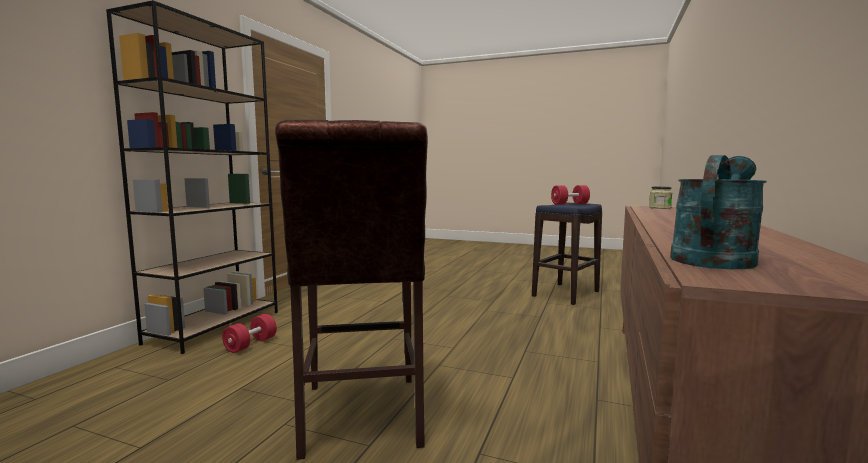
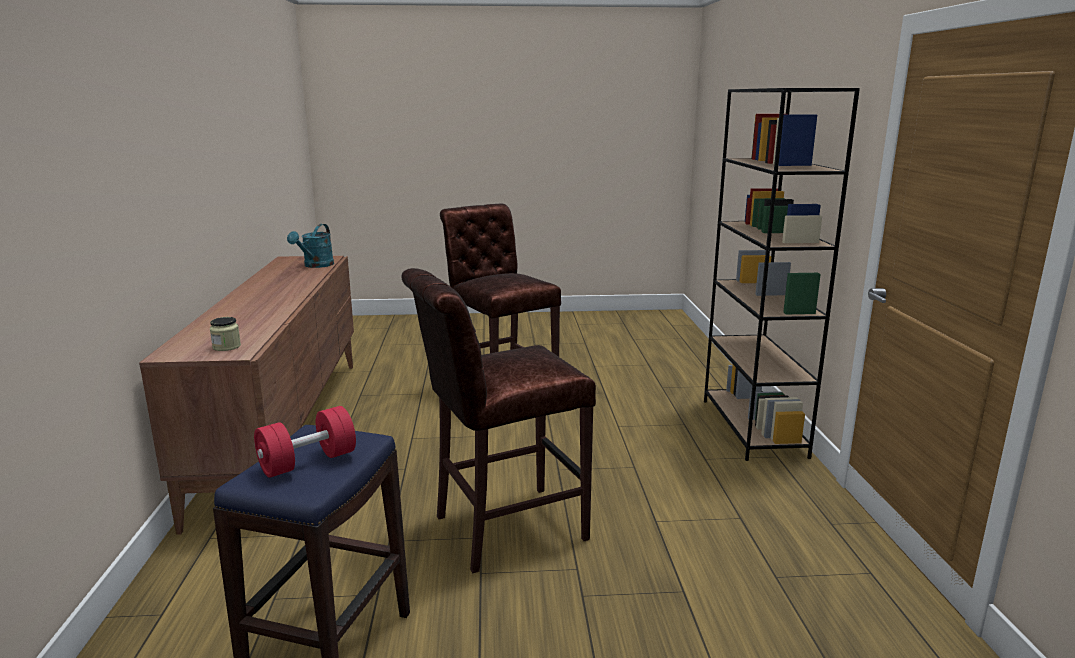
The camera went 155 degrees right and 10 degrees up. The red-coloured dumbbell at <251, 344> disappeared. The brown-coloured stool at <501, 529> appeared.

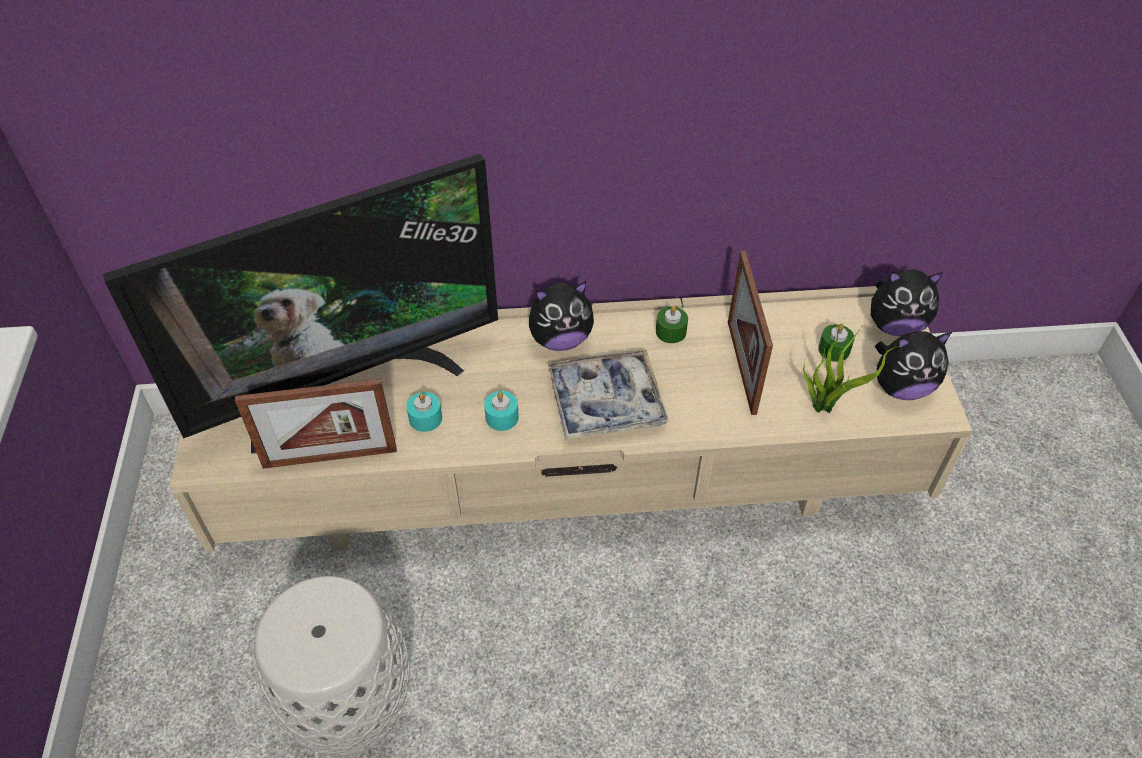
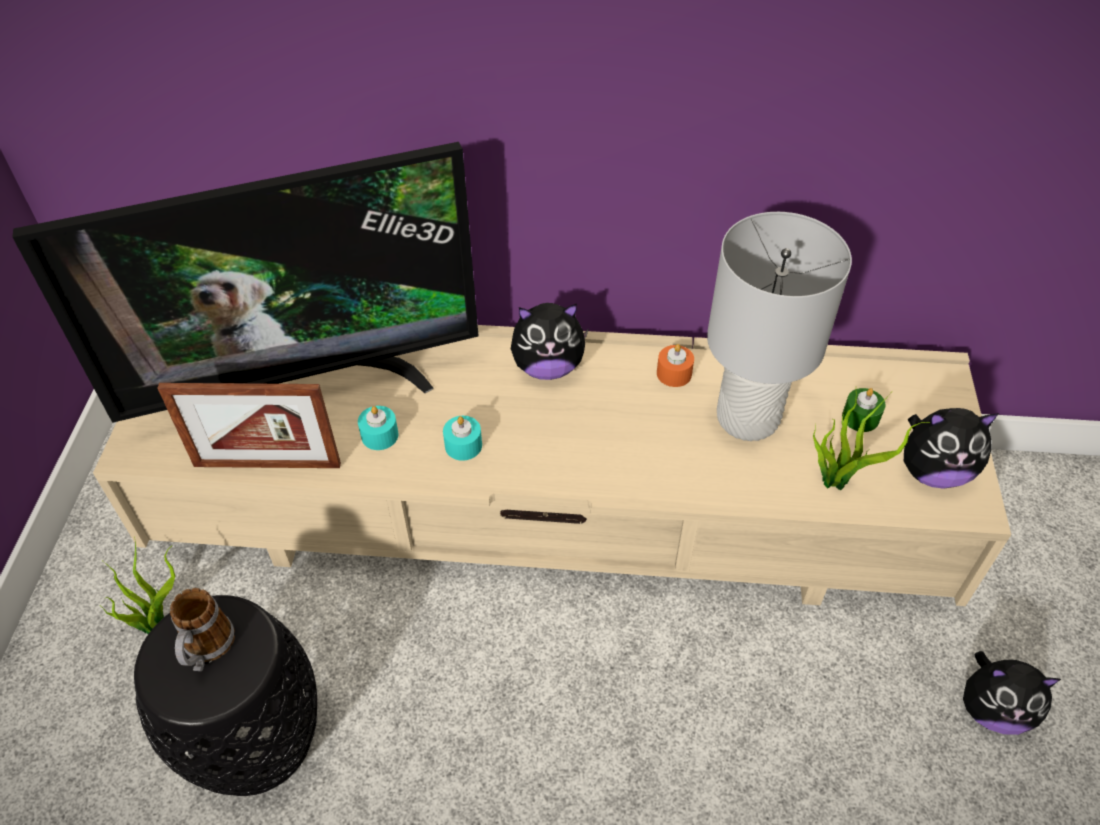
The camera went 10 degrees right and 0 degrees up. The standing frame at <741, 366> was replaced by the gray tabletop lamp at <747, 423>. The soft toy moved from <895, 325> to <992, 710>. The greenish wax candle at <670, 331> became the orange-coloured wax candle at <674, 373>. The serving tray at <606, 402> disappeared. The white-coloured stool at <349, 704> became the blackish stool at <254, 738>. The plant in a pot at <157, 622> appeared. The coffee mug at <207, 650> appeared.

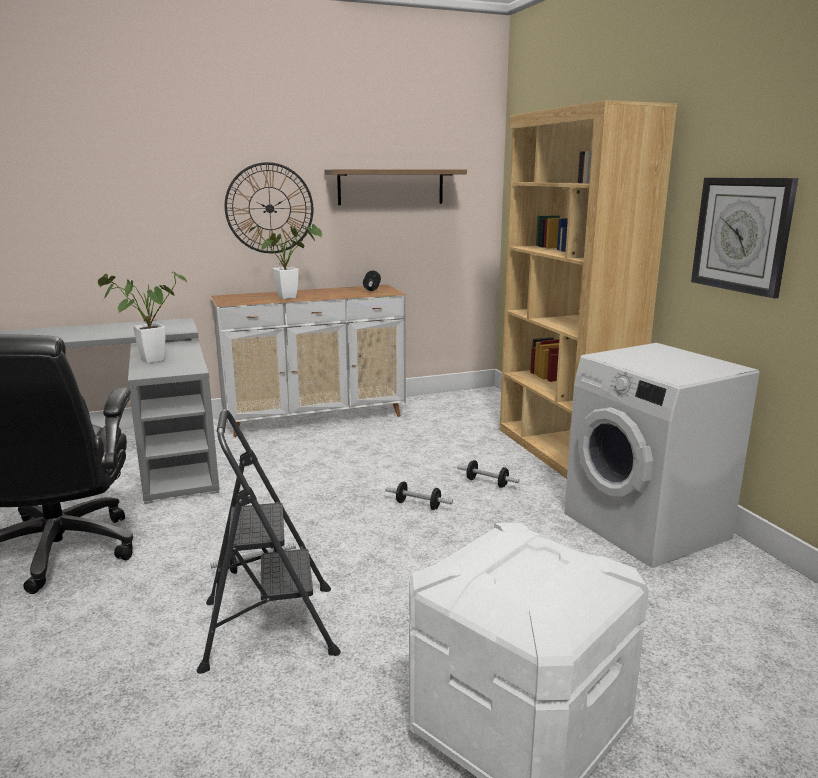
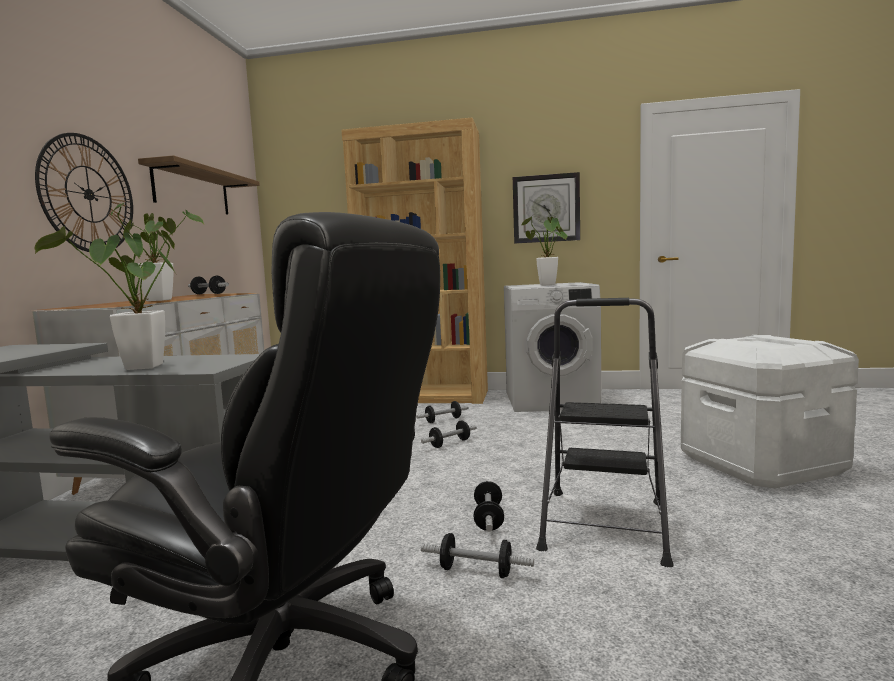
The camera went 60 degrees left and 10 degrees down. The plant in a pot at <548, 285> appeared. The dumbbell at <476, 571> appeared.

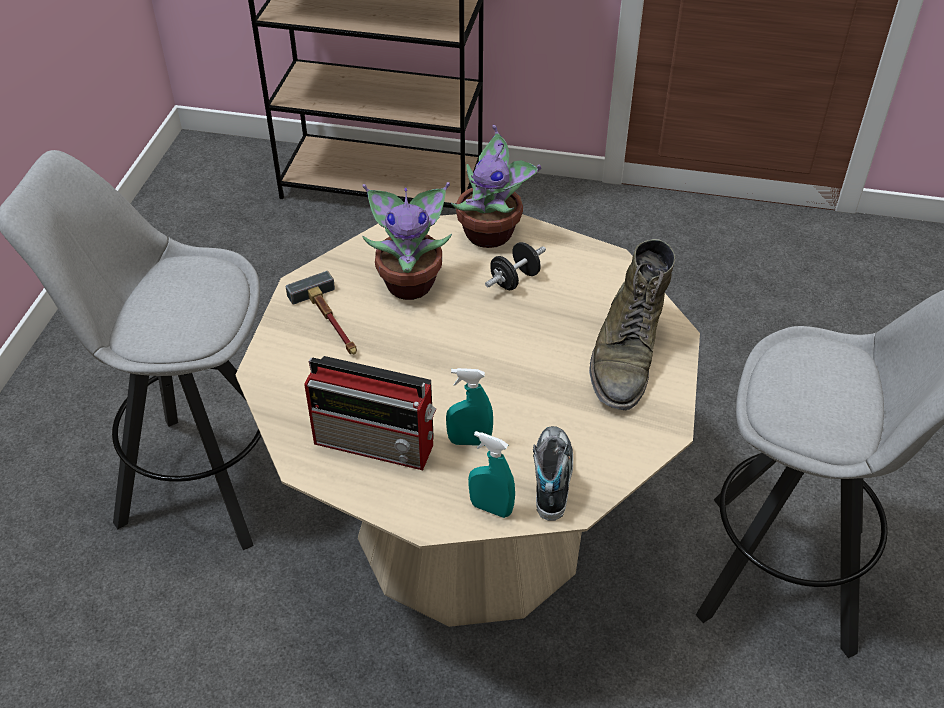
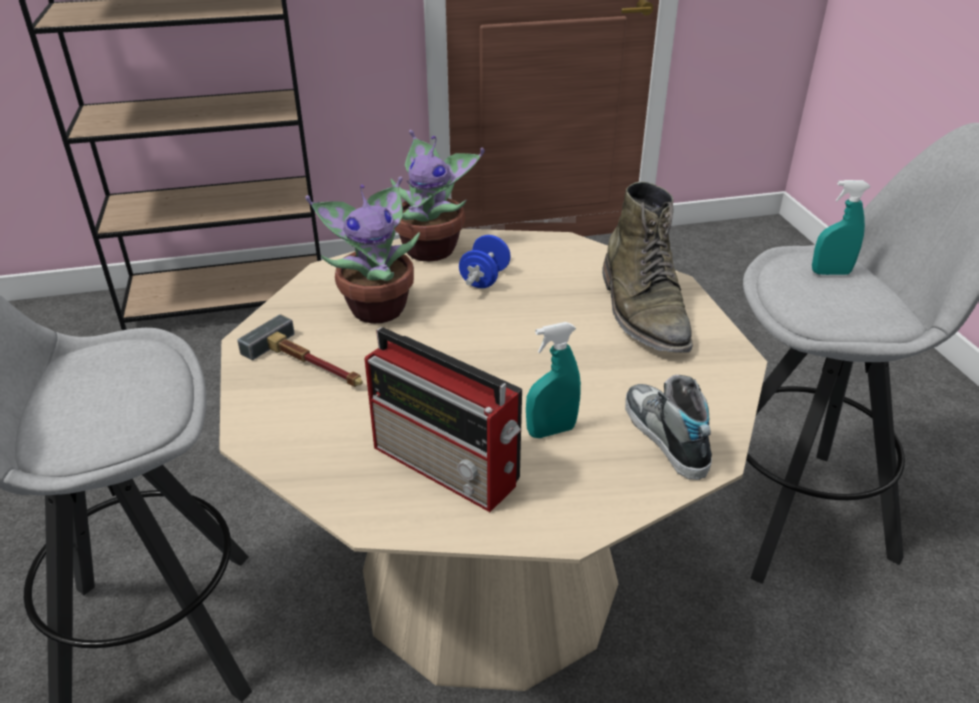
The camera went 25 degrees left and 10 degrees down. The blackish dumbbell at <514, 280> became the bluish dumbbell at <485, 279>. The radio set at <377, 444> turned 45 degrees clockwise. The turquoise-coloured hand sprayer moved from <491, 508> to <830, 273>.

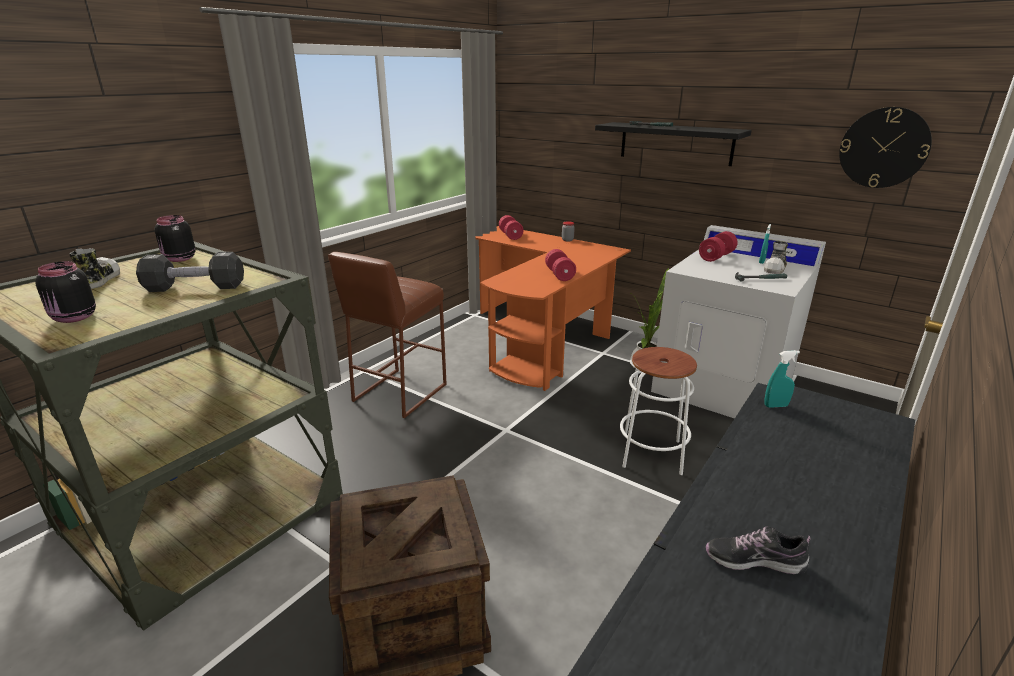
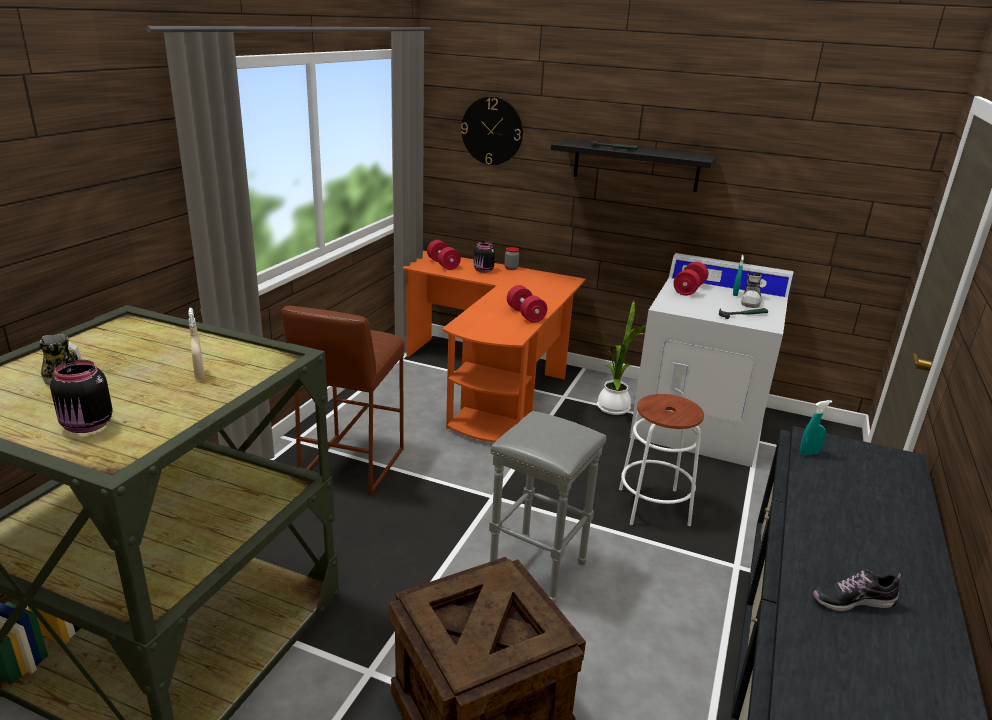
The camera went 15 degrees left and 0 degrees up. The clock on the wall moved from <883, 148> to <492, 131>. The blackish jar moved from <179, 259> to <483, 270>. The blackish dumbbell at <195, 287> was replaced by the beige-coloured hand sprayer at <199, 374>. The gray stool at <540, 568> appeared.

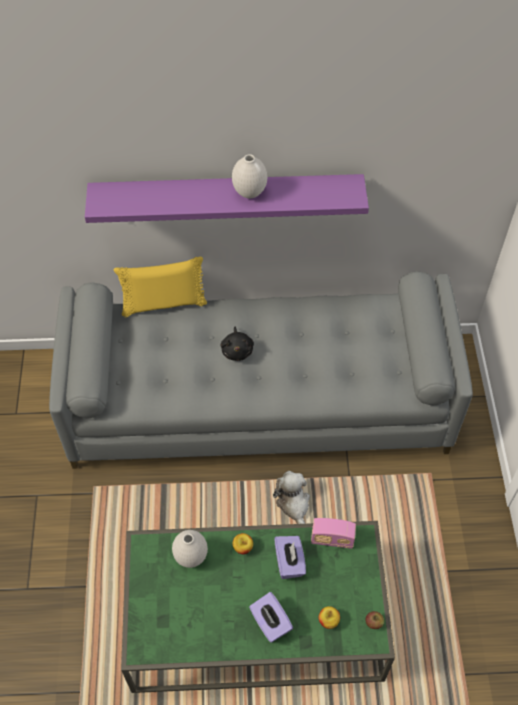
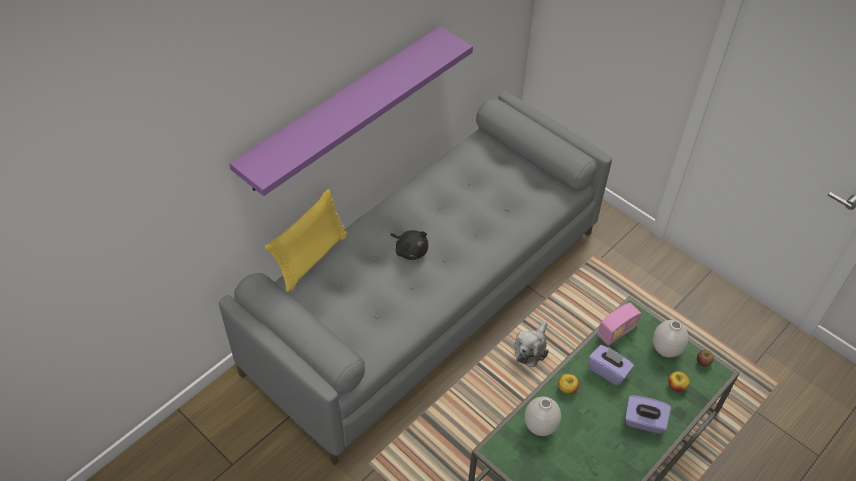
The camera went 45 degrees left and 5 degrees down. The white-coloured flower vase moved from <250, 193> to <666, 350>. The soft toy at <293, 504> turned 90 degrees counterclockwise.

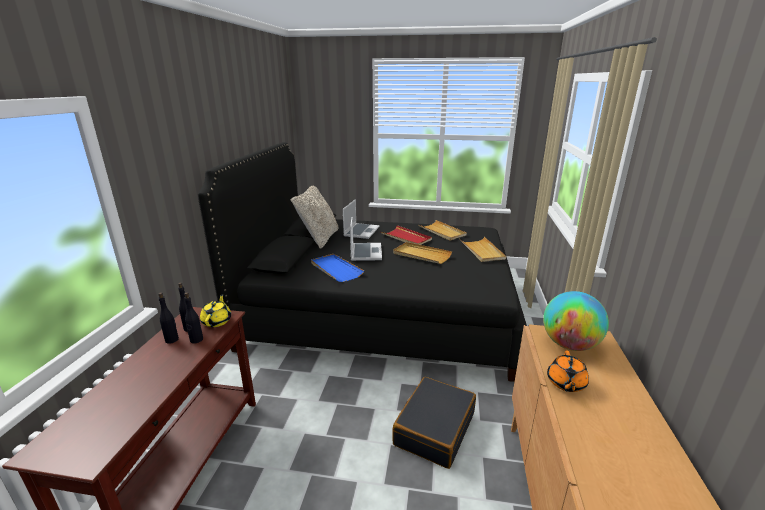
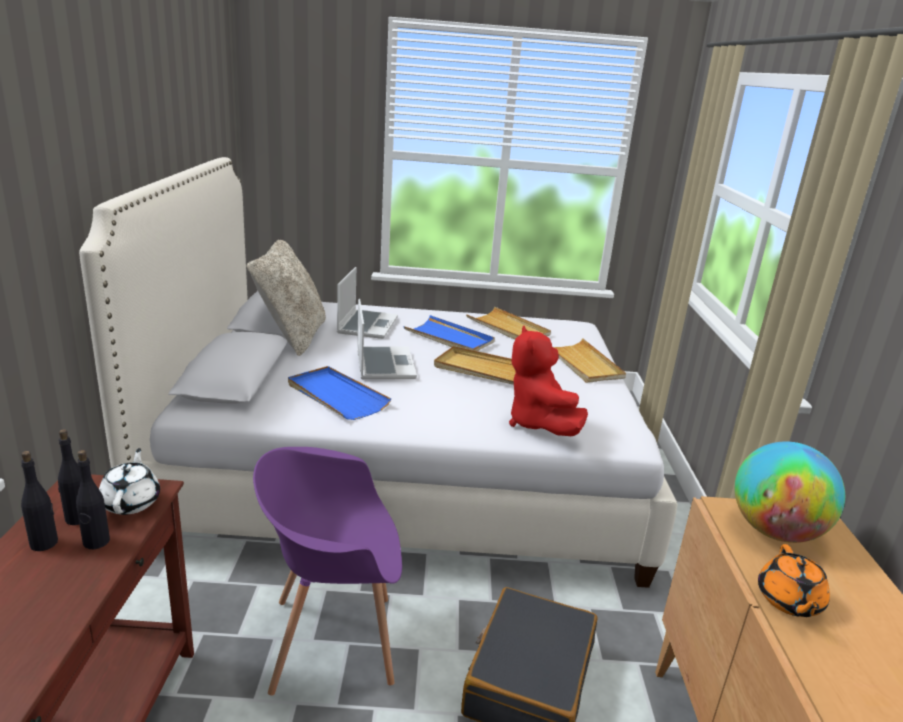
The camera went 10 degrees left and 0 degrees up. The blackish bed at <381, 312> became the white-coloured bed at <403, 470>. The red-coloured serving tray at <406, 238> became the bluish serving tray at <449, 338>. The yellowish tea pot at <217, 321> became the white-coloured tea pot at <131, 502>. The red-coloured soft toy at <539, 424> appeared. The purplish chair at <330, 642> appeared.

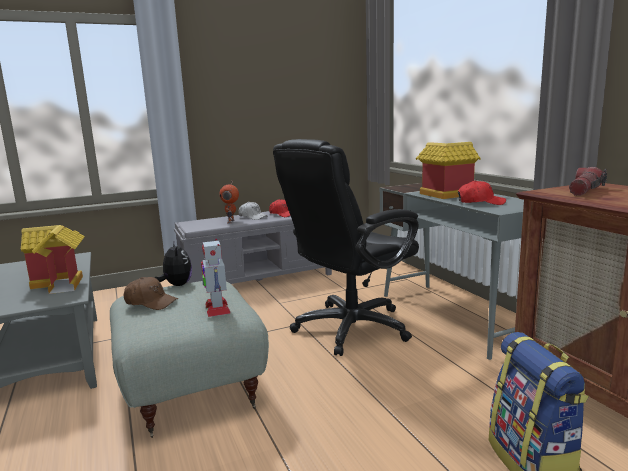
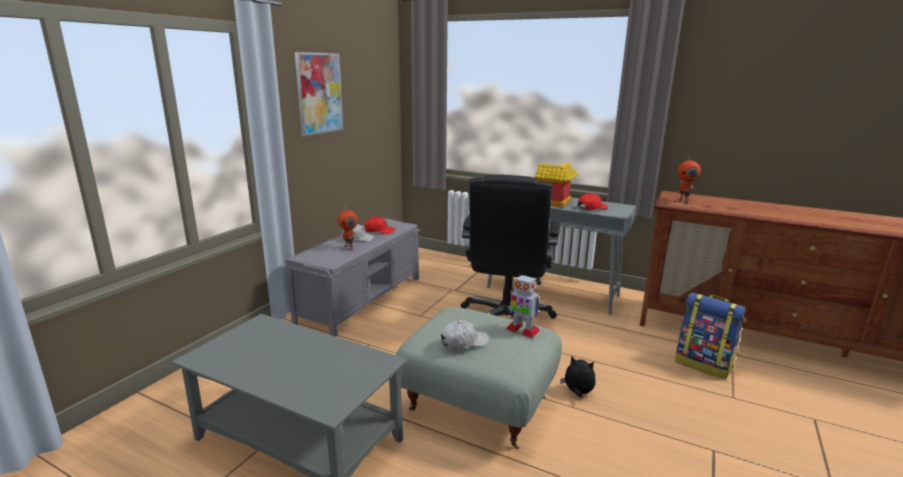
The camera went 40 degrees left and 5 degrees up. The hand torch at <585, 191> was replaced by the model robot at <684, 201>. The miniature house at <62, 284> disappeared. The soft toy moved from <176, 285> to <577, 393>. The brown-coloured cap at <151, 302> became the white-coloured cap at <464, 342>. The wall art at <319, 93> appeared.

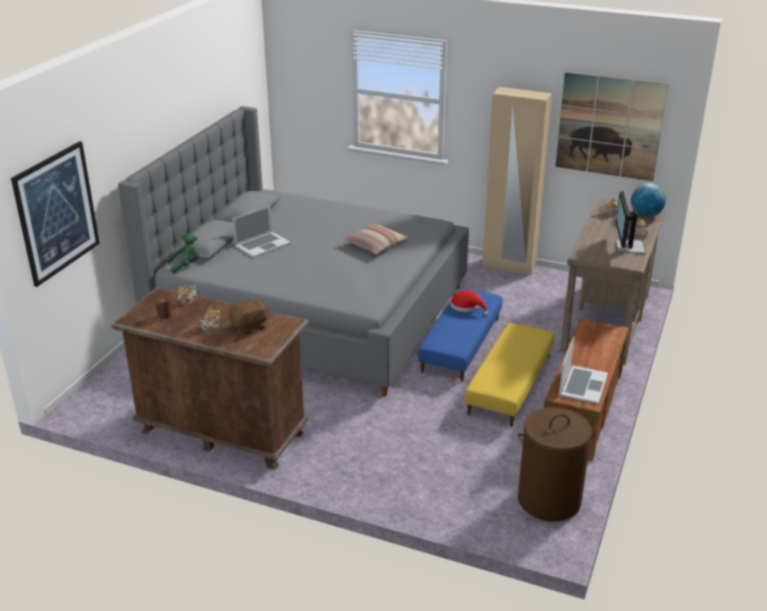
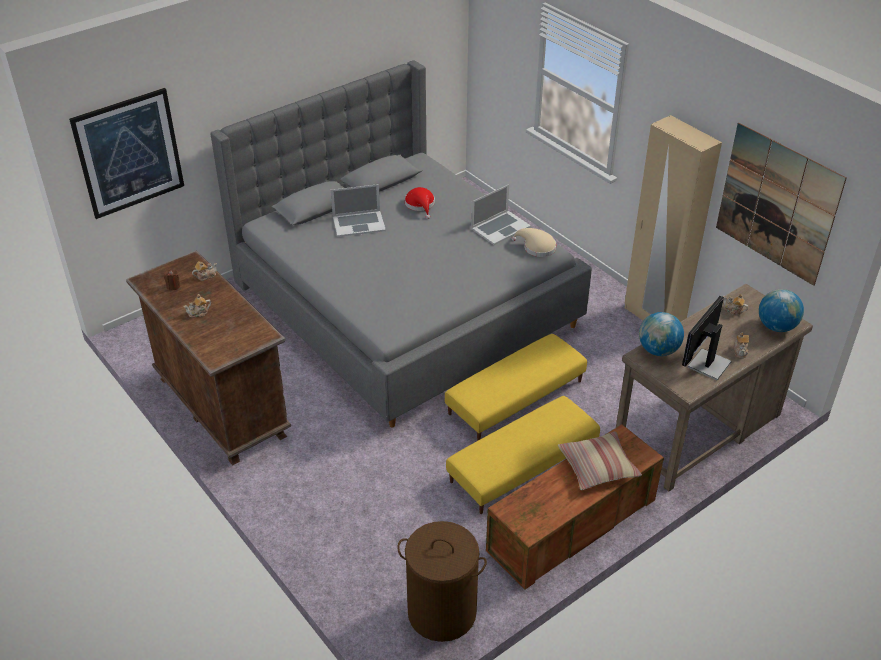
The camera went 30 degrees right and 10 degrees up. The pillow moved from <375, 244> to <598, 466>. The greenish soft toy at <186, 265> disappeared. The bluish pouffe at <460, 344> became the yellowish pouffe at <515, 397>. The red-coloured clothing hat moved from <467, 306> to <420, 205>. The brown-coloured soft toy at <249, 327> disappeared. The notebook computer moved from <582, 384> to <500, 227>. The beige-coloured clothing hat at <536, 247> appeared. The world globe at <658, 350> appeared.

